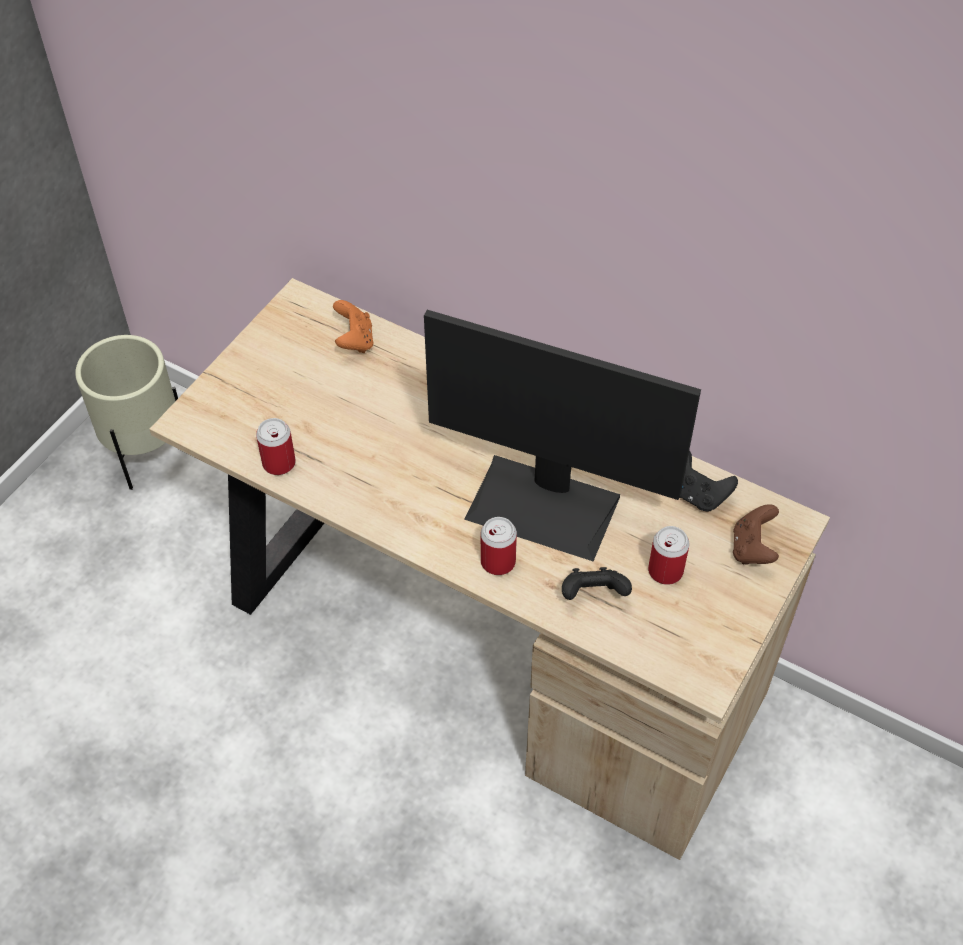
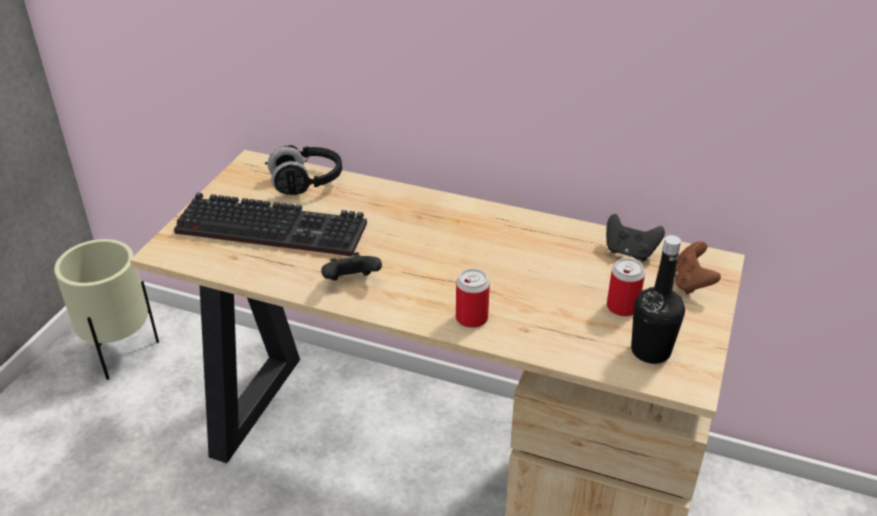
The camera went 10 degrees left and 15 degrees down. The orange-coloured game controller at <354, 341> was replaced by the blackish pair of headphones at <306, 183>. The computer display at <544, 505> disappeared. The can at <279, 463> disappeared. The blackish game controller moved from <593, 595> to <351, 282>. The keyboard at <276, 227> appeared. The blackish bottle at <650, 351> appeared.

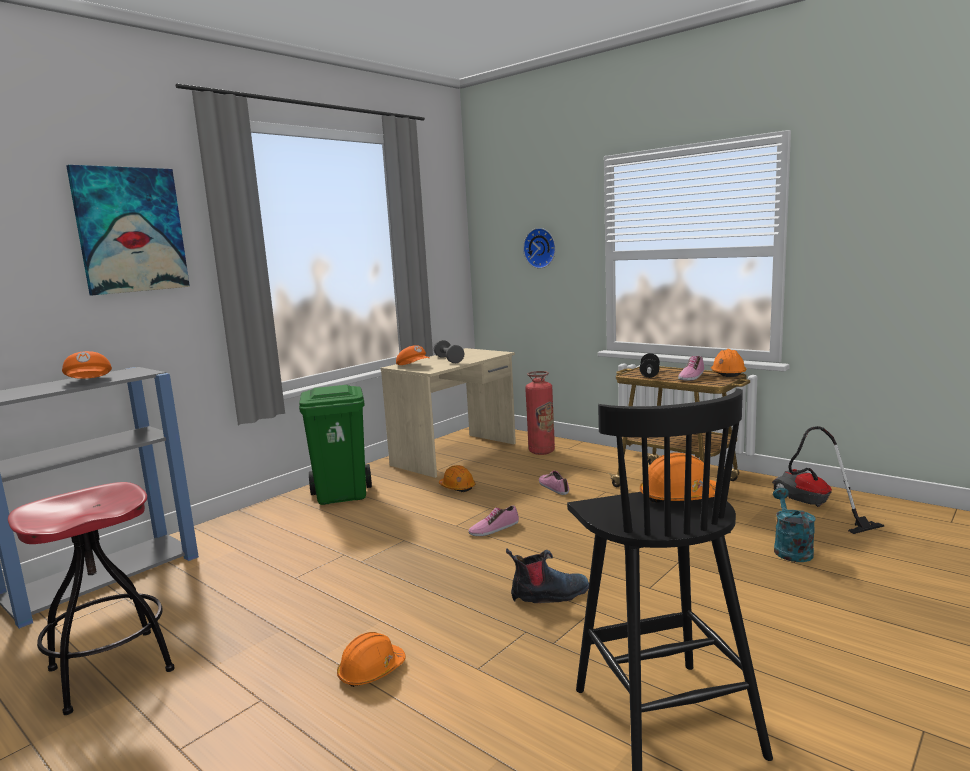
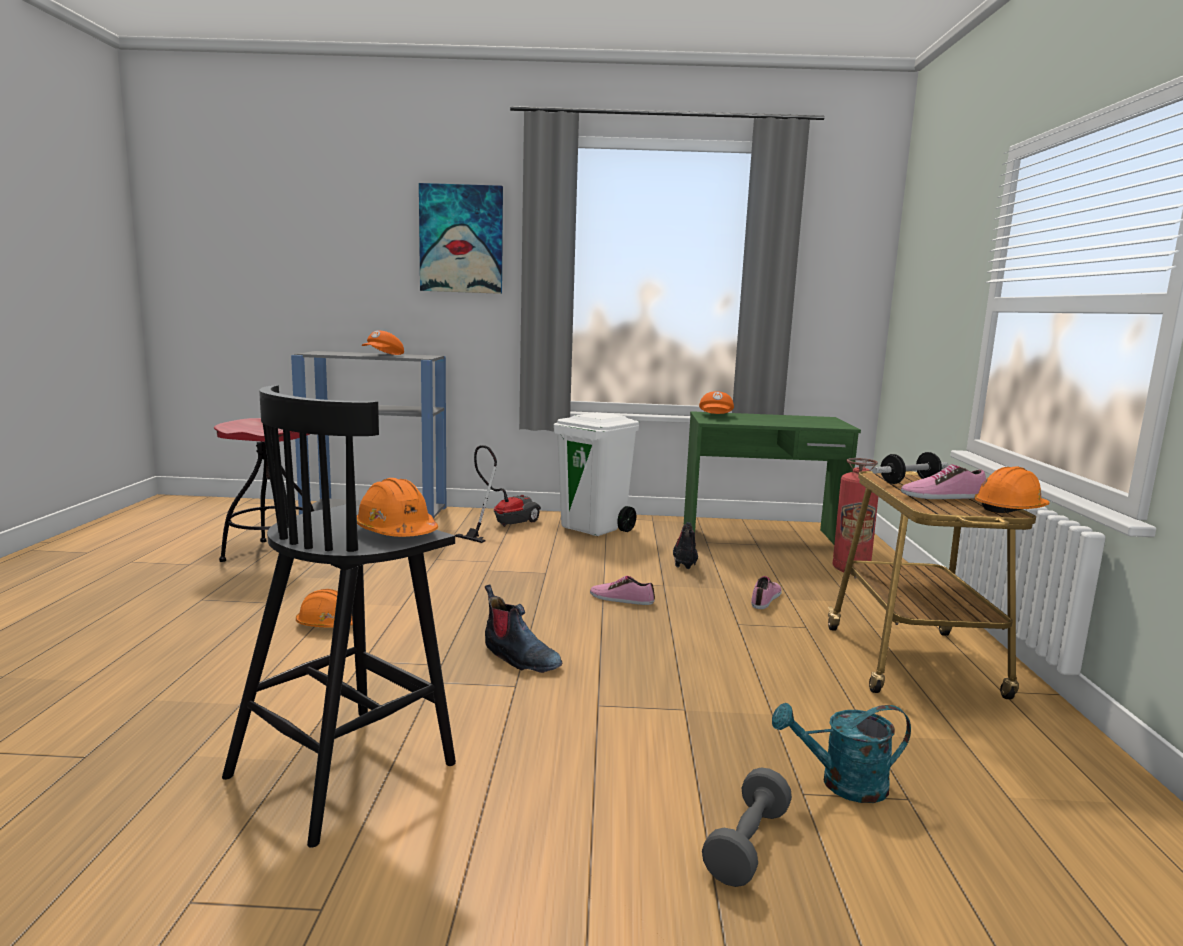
The camera went 50 degrees right and 0 degrees up. The clock on the wall at <541, 248> disappeared. The gray dumbbell moved from <449, 360> to <747, 845>. The beige-coloured desk table at <456, 454> became the greenish desk table at <761, 538>. The greenish waste bin at <342, 495> became the white-coloured waste bin at <594, 528>. The vacuum moved from <812, 506> to <502, 525>. The orange-coloured safety helmet at <457, 487> was replaced by the tall boot at <685, 560>. The turquoise-coloured sprinkling can at <790, 549> turned 150 degrees counterclockwise.

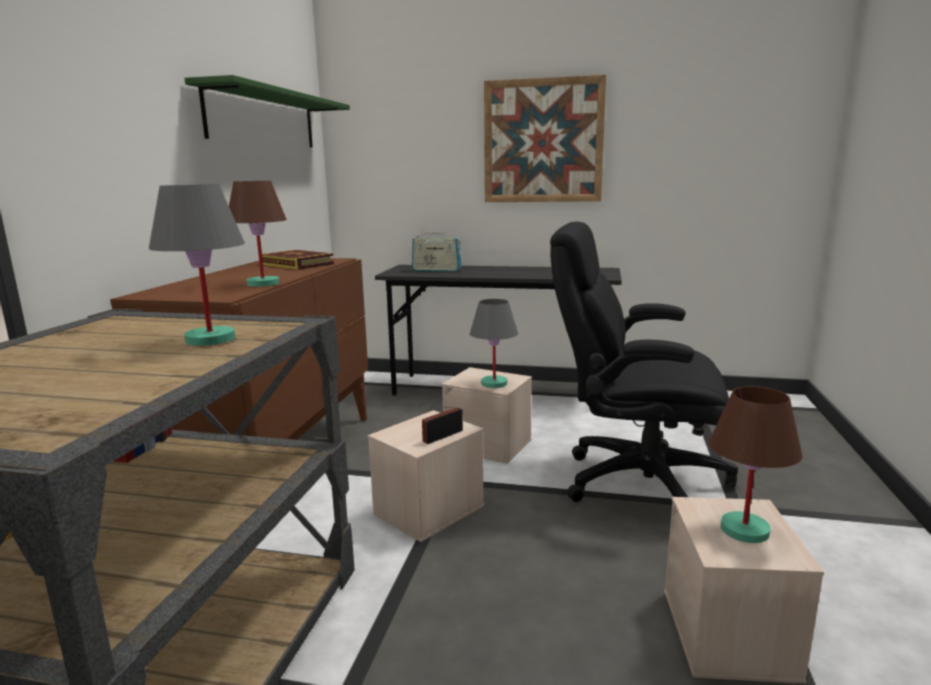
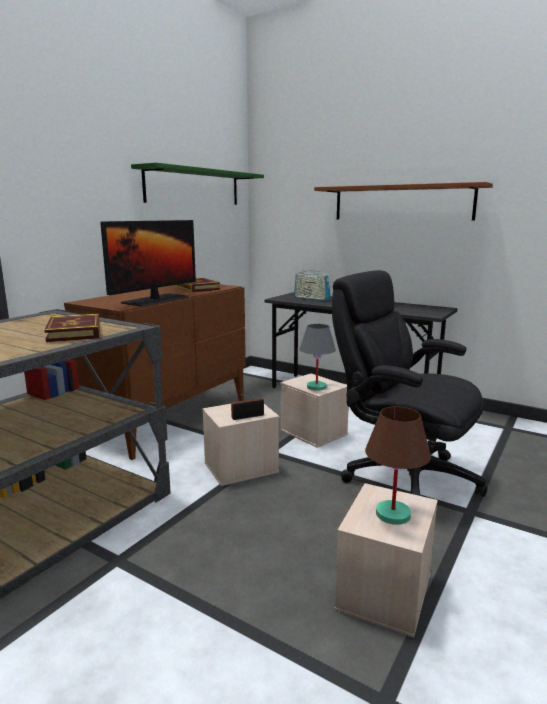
The camera went 20 degrees right and 0 degrees up. The wall art at <543, 141> was replaced by the brown-coloured shelf at <402, 203>. The brown-coloured tabletop lamp at <263, 283> was replaced by the computer display at <156, 300>. The gray tabletop lamp at <210, 339> was replaced by the book at <74, 332>.

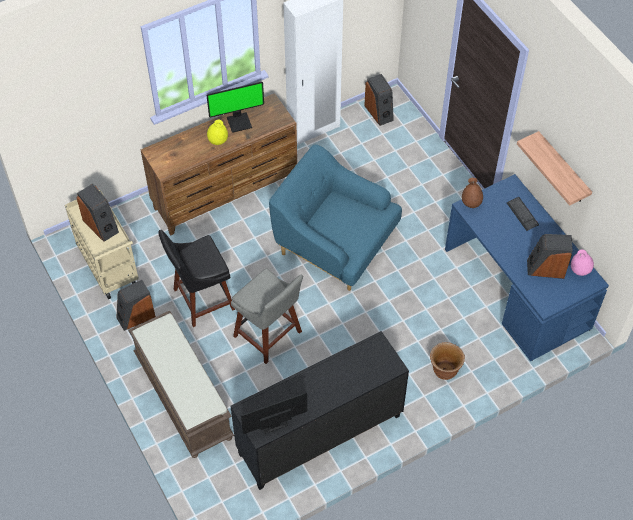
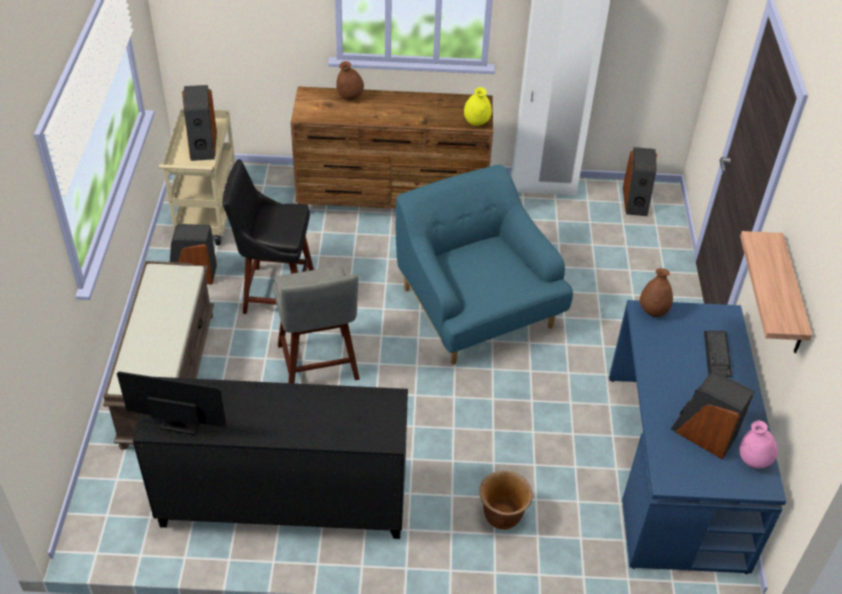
The camera went 30 degrees right and 10 degrees down. The computer display at <239, 121> disappeared. The yellowish flower vase moved from <218, 141> to <476, 122>. The brown-coloured flower vase at <350, 97> appeared.

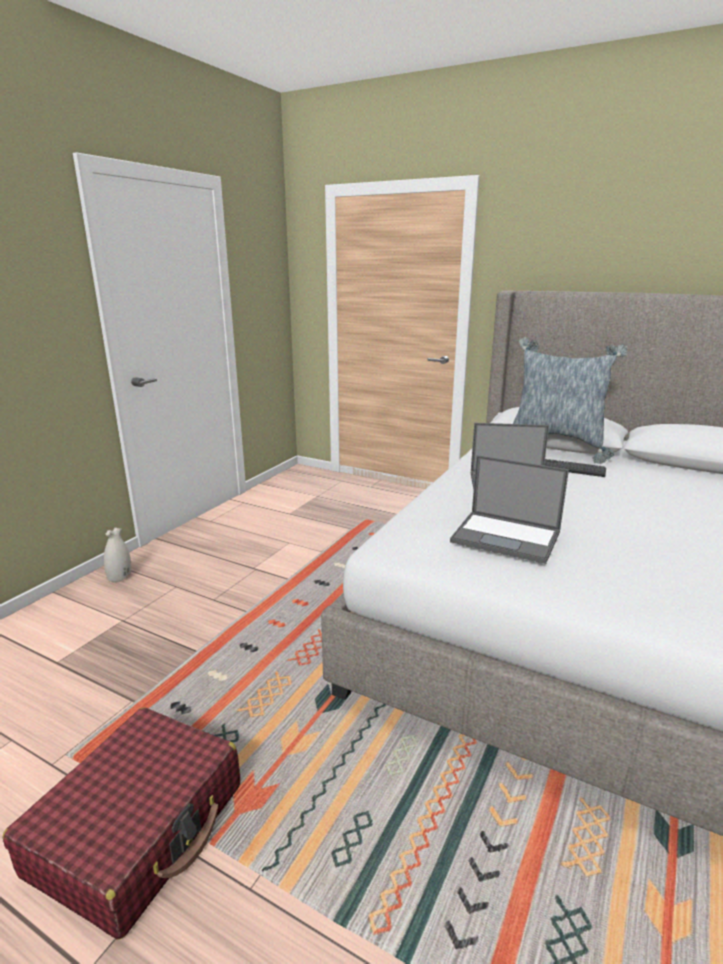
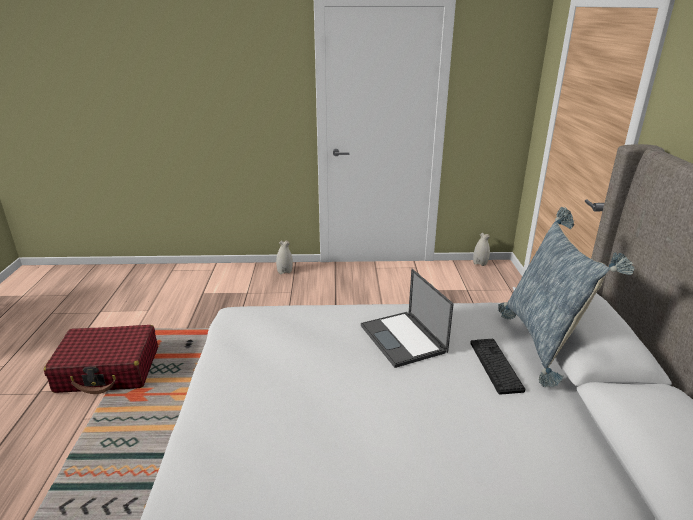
The camera went 60 degrees right and 5 degrees up. The notebook computer at <507, 537> disappeared. The white-coloured flower vase at <480, 263> appeared.

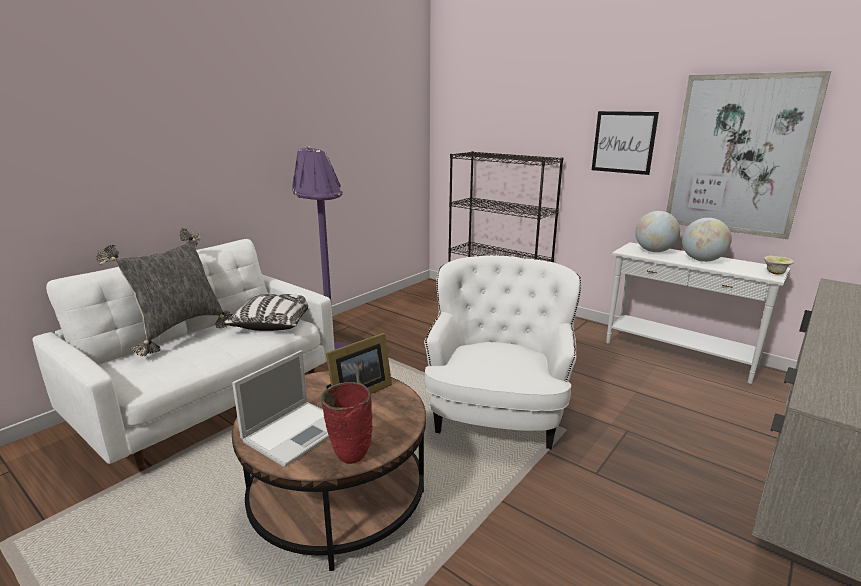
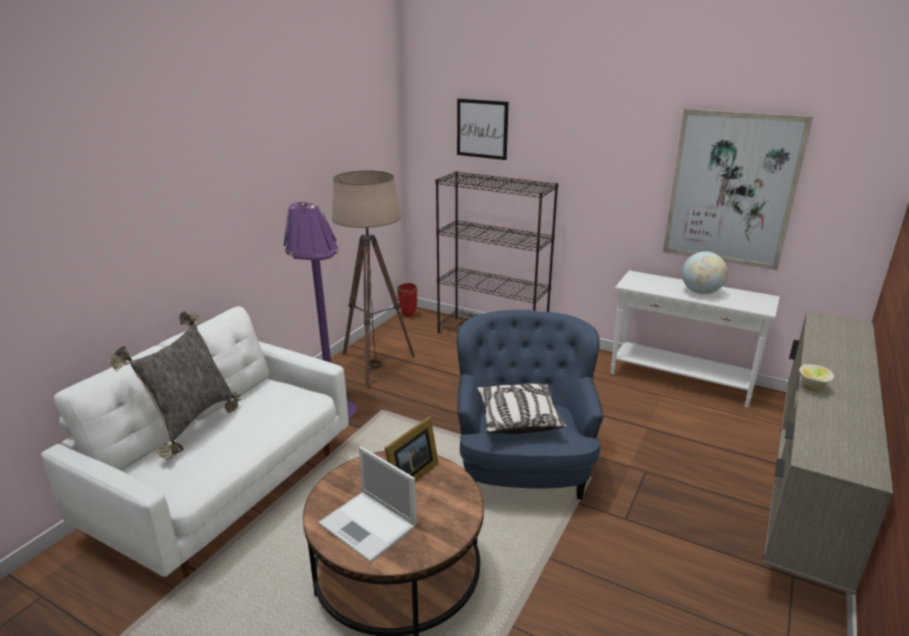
The camera went 10 degrees left and 5 degrees up. The wall art moved from <623, 142> to <482, 129>. The world globe at <654, 251> disappeared. The bowl moved from <776, 273> to <813, 388>. The white-coloured lounge chair at <497, 411> became the bluish lounge chair at <523, 464>. The pillow moved from <273, 323> to <517, 419>. The notebook computer at <297, 431> turned 105 degrees clockwise. The red-coloured flower vase moved from <349, 459> to <407, 315>. The standard lamp at <375, 364> appeared.

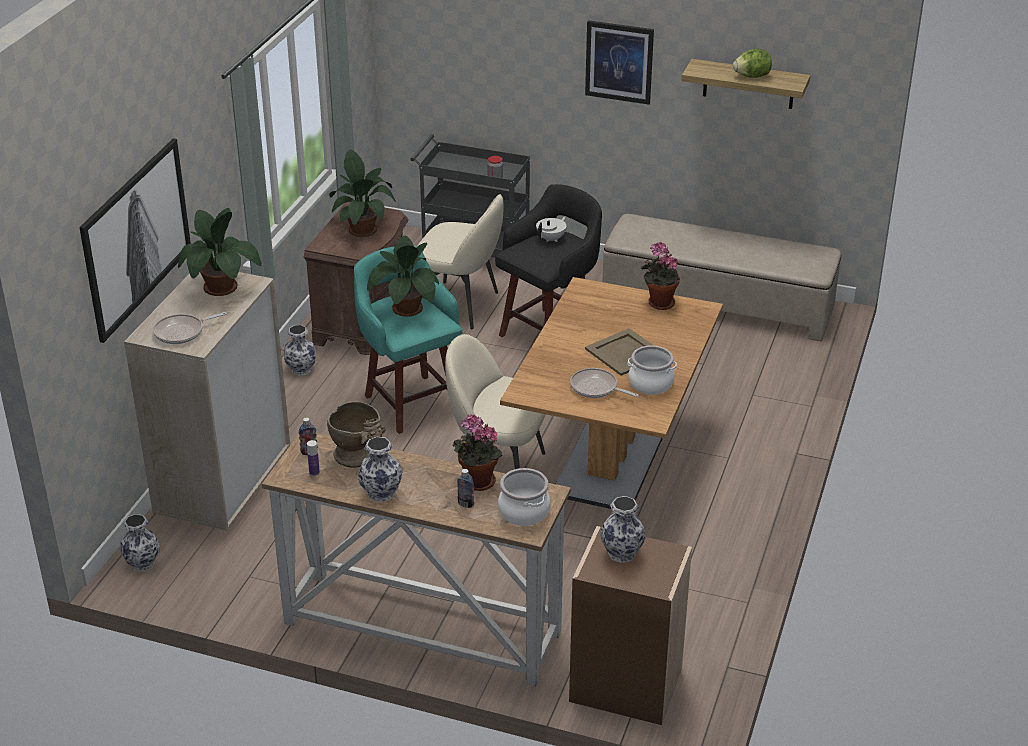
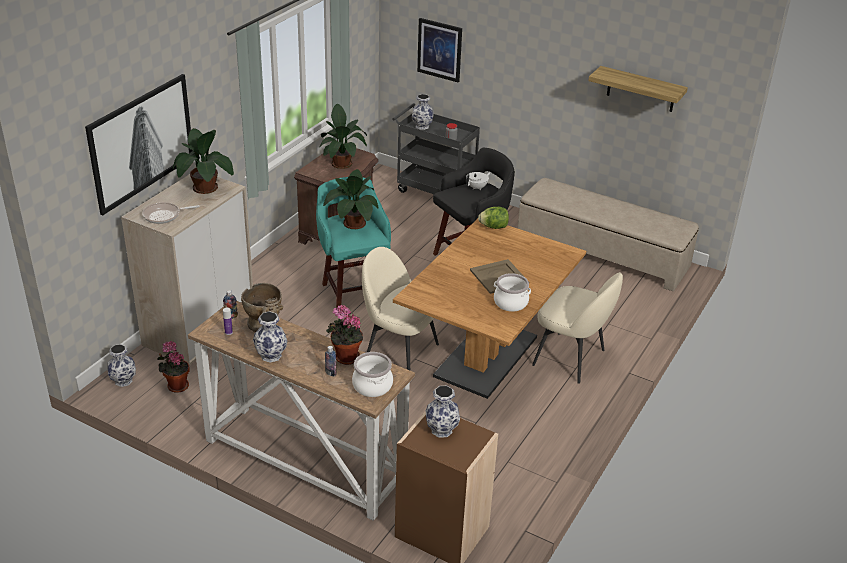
The camera went 10 degrees right and 0 degrees up. The wall art moved from <619, 62> to <439, 49>. The head of lettuce moved from <752, 76> to <494, 227>. The beige-coloured chair moved from <460, 305> to <571, 358>. The plant in a pot moved from <658, 303> to <176, 386>. The flower vase moved from <301, 369> to <422, 126>. The pan at <596, 388> disappeared.

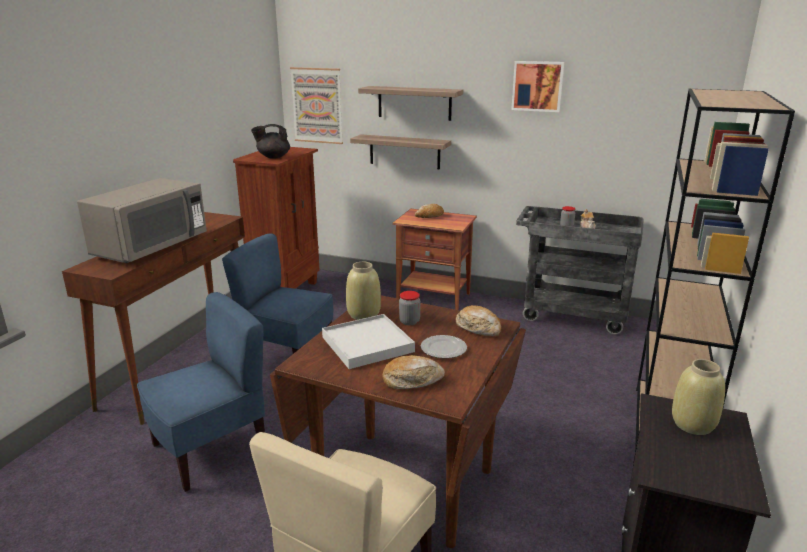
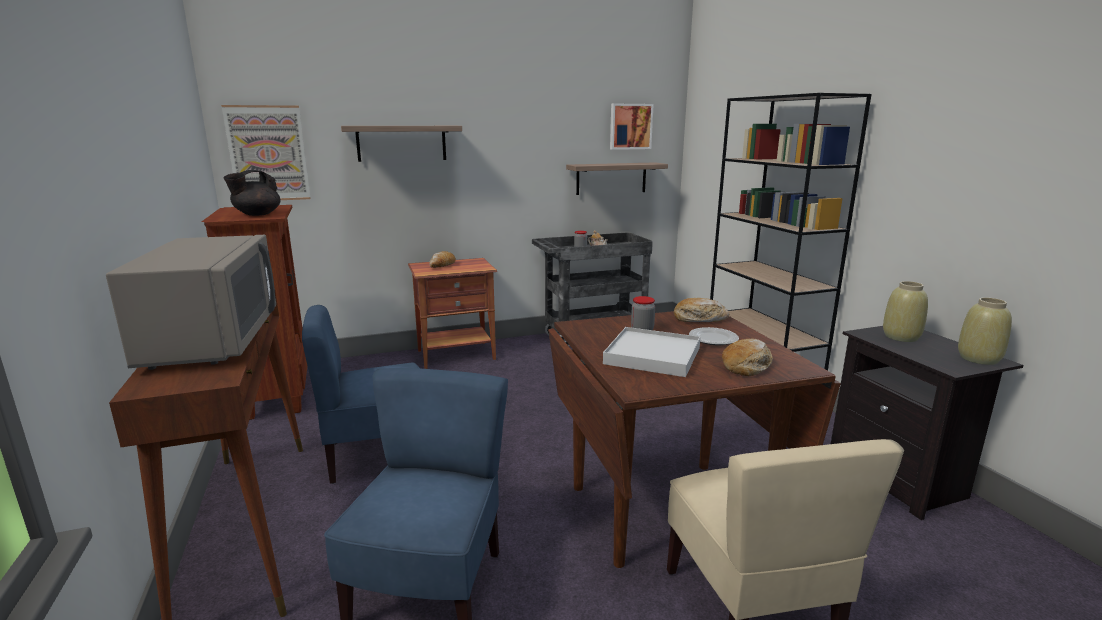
The camera went 40 degrees left and 5 degrees down. The wall art moved from <537, 86> to <630, 126>. The shelf moved from <404, 151> to <611, 178>. The beige-coloured flower vase moved from <364, 314> to <978, 359>.

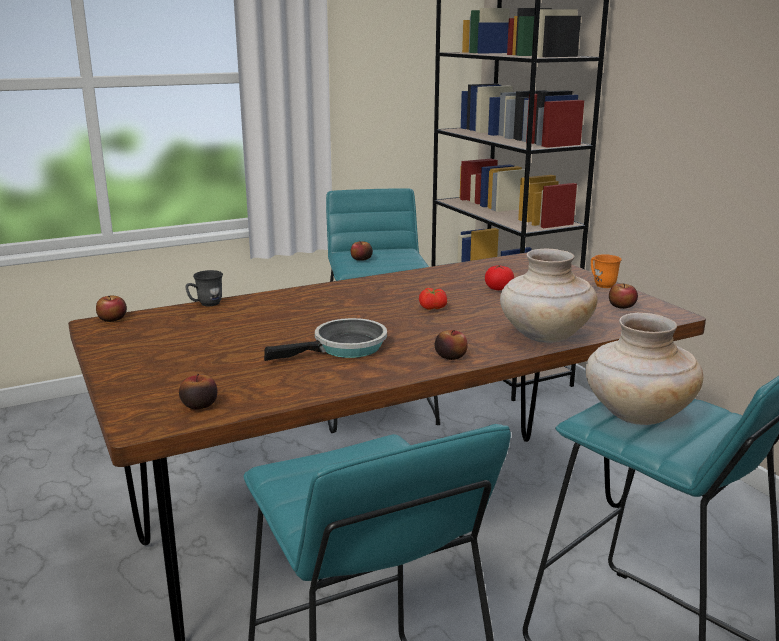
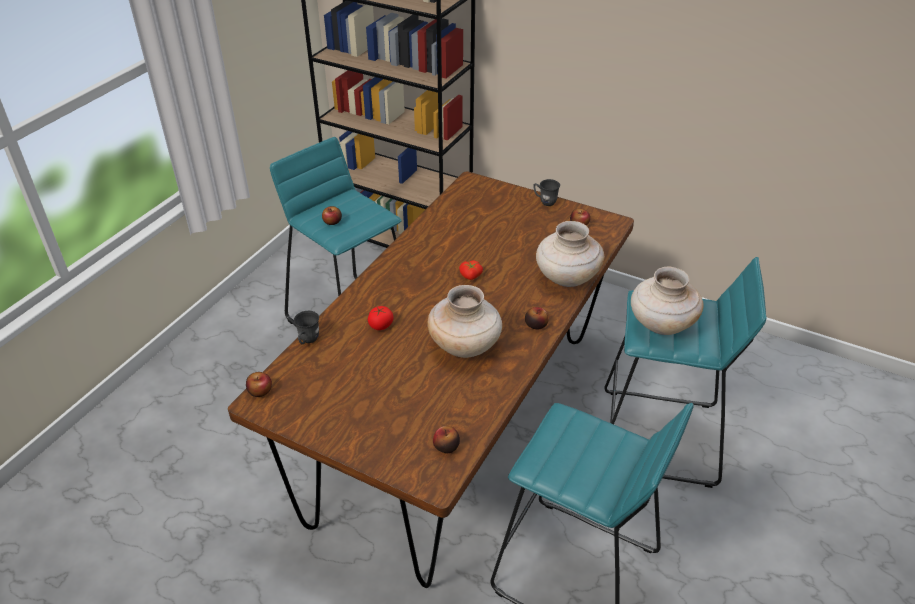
The camera went 35 degrees left and 20 degrees up. The orange-coloured coffee mug at <601, 284> became the gray coffee mug at <545, 201>. The whole tomato moved from <498, 288> to <381, 325>. The pan at <344, 348> was replaced by the beige-coloured flower vase at <465, 346>.

